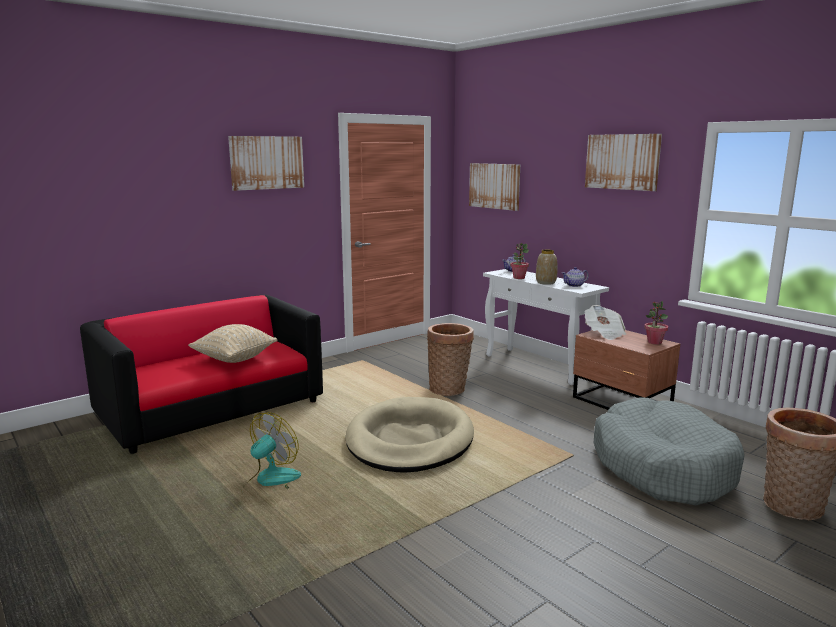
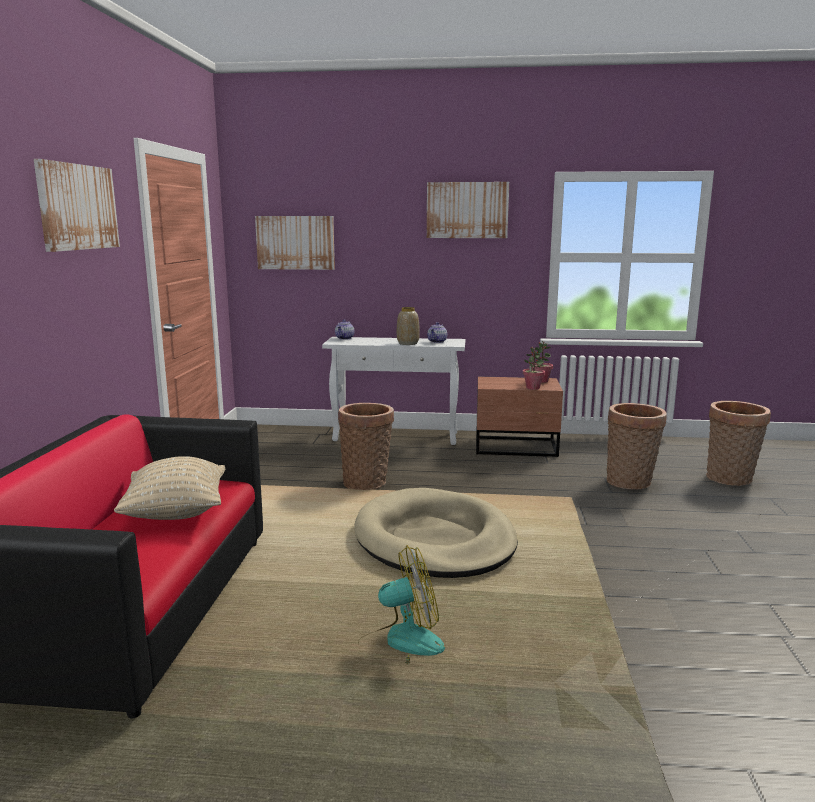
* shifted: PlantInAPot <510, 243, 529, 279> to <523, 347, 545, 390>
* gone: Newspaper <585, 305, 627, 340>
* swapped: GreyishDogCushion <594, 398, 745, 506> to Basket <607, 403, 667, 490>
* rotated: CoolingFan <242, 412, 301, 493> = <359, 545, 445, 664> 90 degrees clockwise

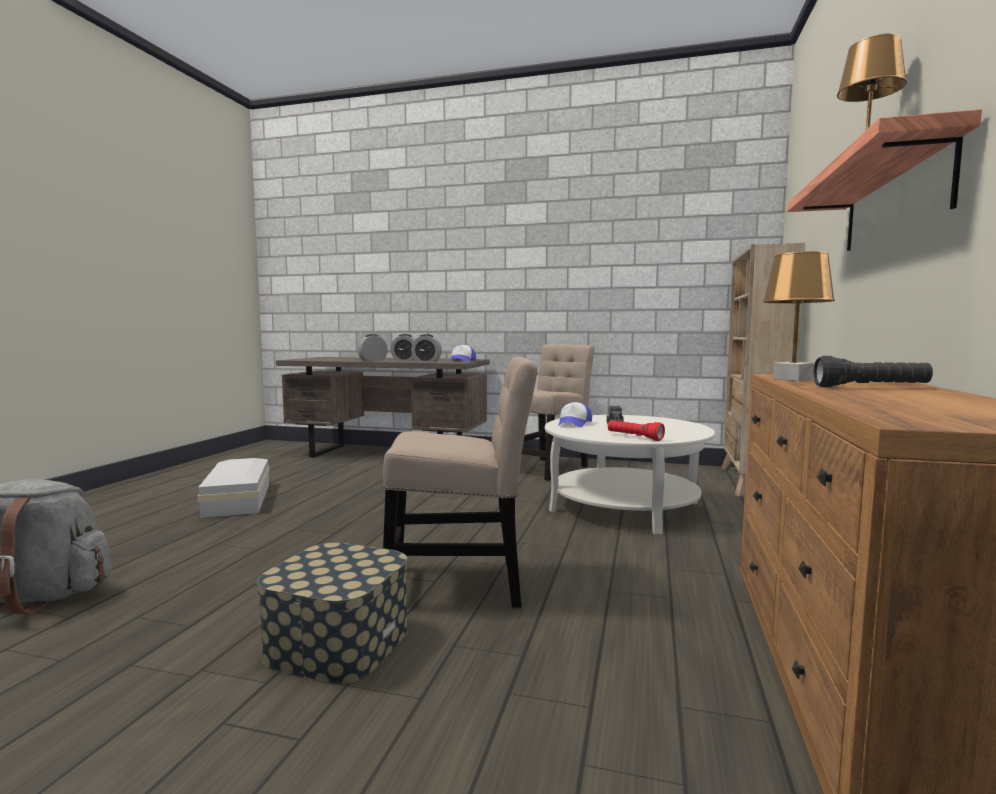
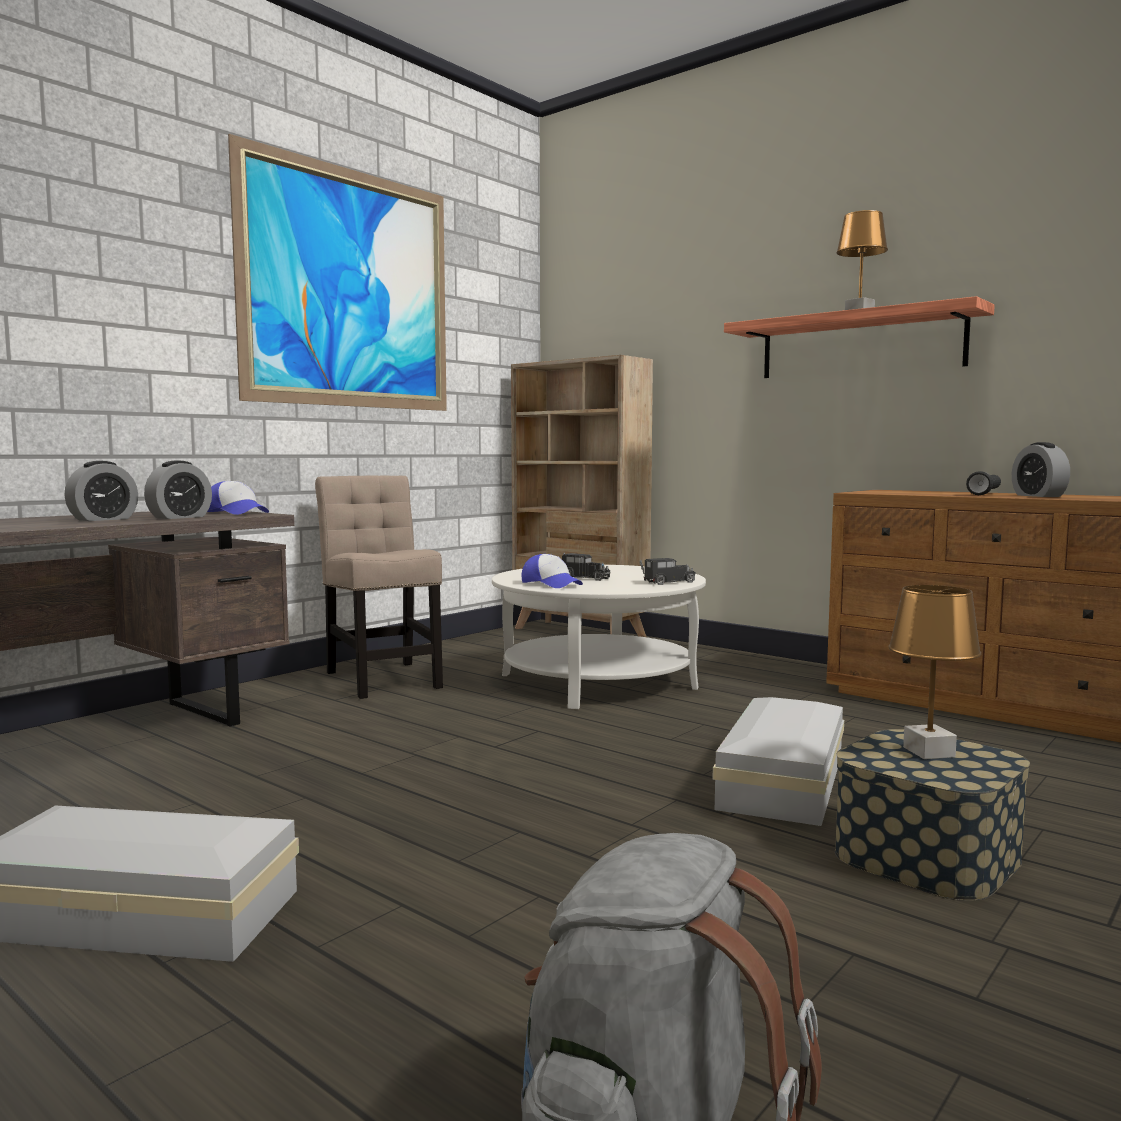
* shifted: BrownColouredTabletopLamp <763, 251, 835, 381> to <889, 585, 981, 759>
* shifted: AlarmClock <357, 334, 388, 361> to <1012, 442, 1070, 497>
* swapped: BeigePlainChair <383, 357, 538, 608> to WhitishStorageBin <712, 697, 844, 826>
* swapped: ReddishFlashlight <608, 420, 665, 441> to ToyLorry <639, 558, 696, 585>
* new: WallPicture <228, 134, 447, 411>

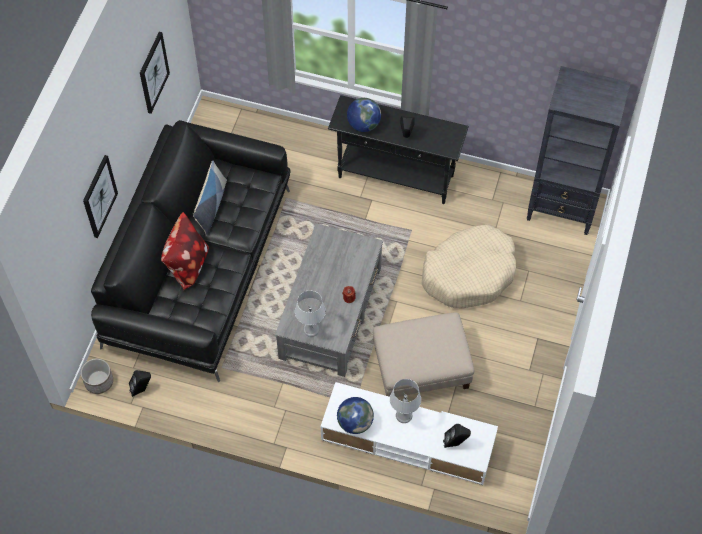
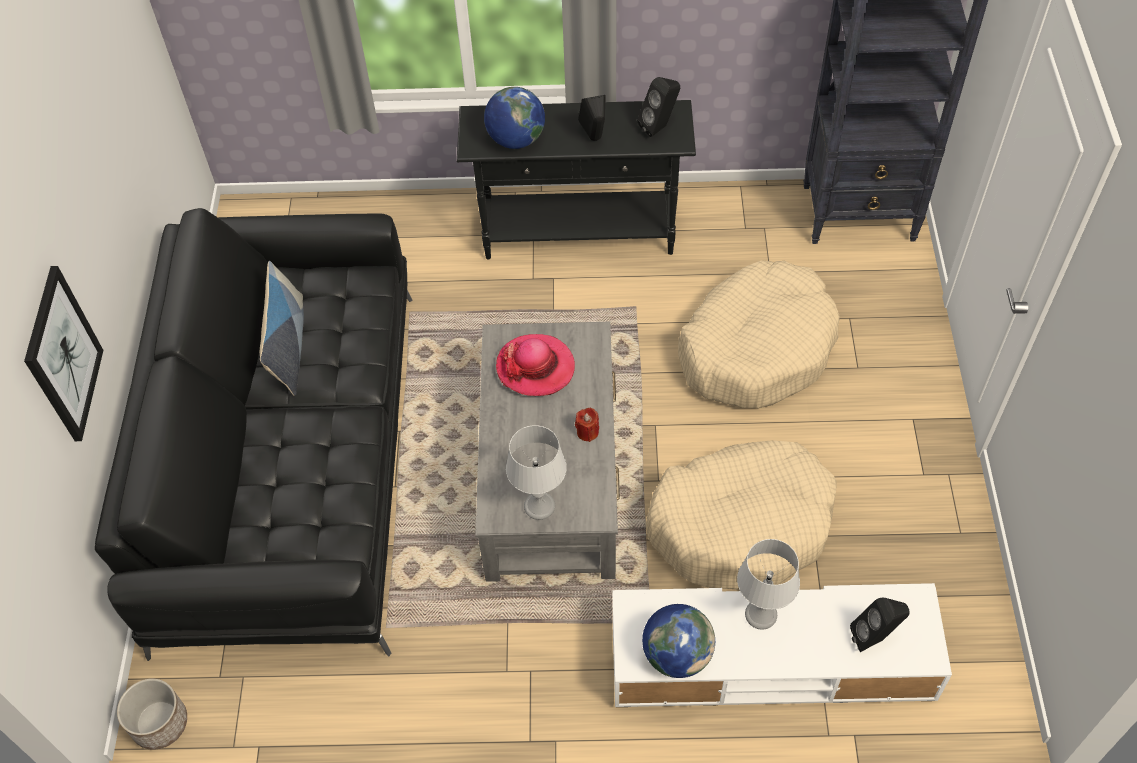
* gone: WallPicture <140, 32, 170, 114>
* gone: Pillow <161, 212, 209, 290>
* swapped: BeigeFootrest <373, 312, 474, 397> to BeigeDogCushion <645, 440, 837, 589>
* shifted: BlackSpeaker <129, 370, 151, 397> to <637, 77, 680, 137>
* new: Hat <496, 334, 575, 396>

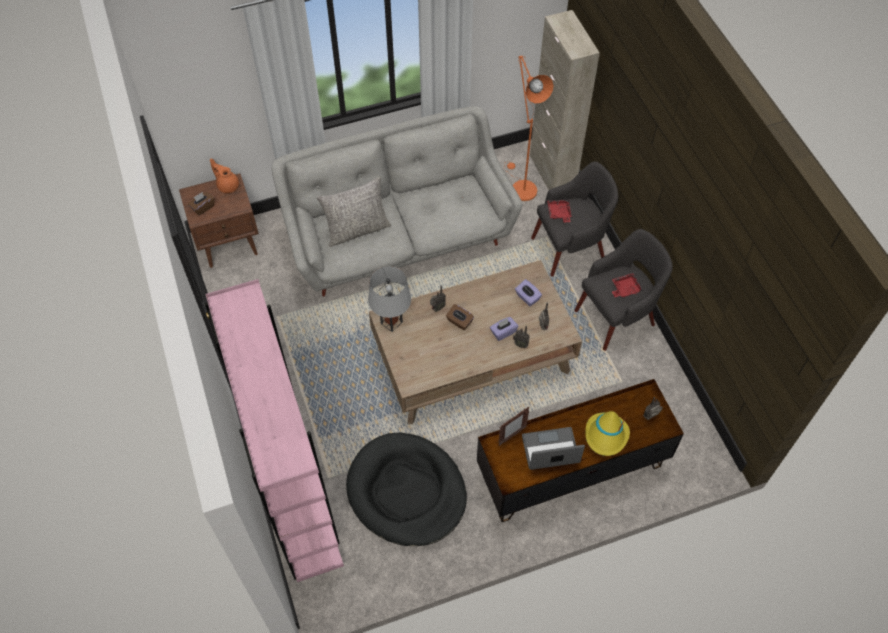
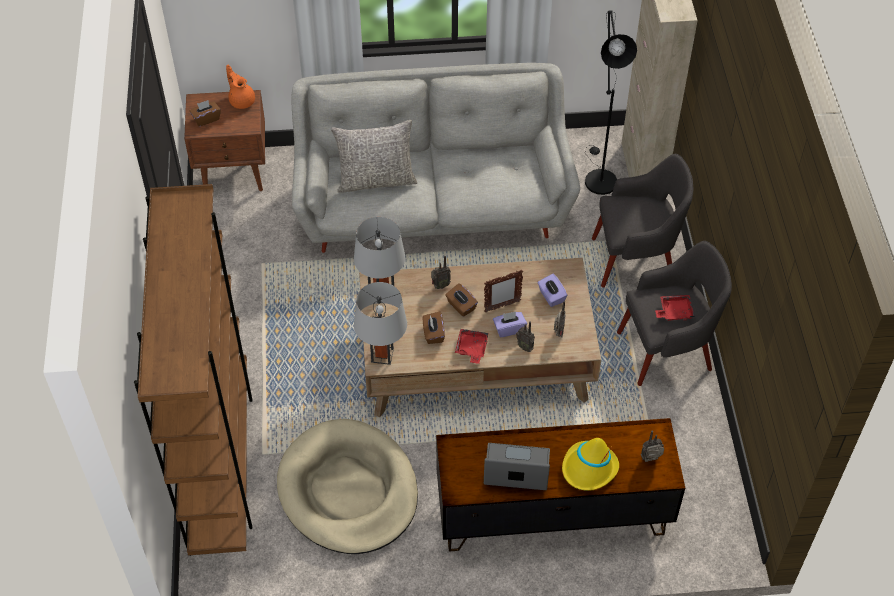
* repainted: OrangeColouredStandingLamp <504, 56, 554, 201> to BlackStandingLamp <585, 10, 637, 195>
* shifted: ReddishServingTray <547, 199, 572, 223> to <455, 329, 489, 364>
* repainted: PinkishShelvingUnit <205, 279, 344, 582> to BrownColouredShelvingUnit <134, 184, 253, 556>
* shifted: PictureFrame <498, 407, 530, 445> to <484, 270, 523, 312>
* repainted: BlackDogCushion <346, 433, 467, 546> to BeigeDogCushion <277, 419, 418, 554>
* new: GreyishTabletopLamp <354, 282, 407, 365>
* new: BrownColouredTissueHolder <423, 311, 445, 344>

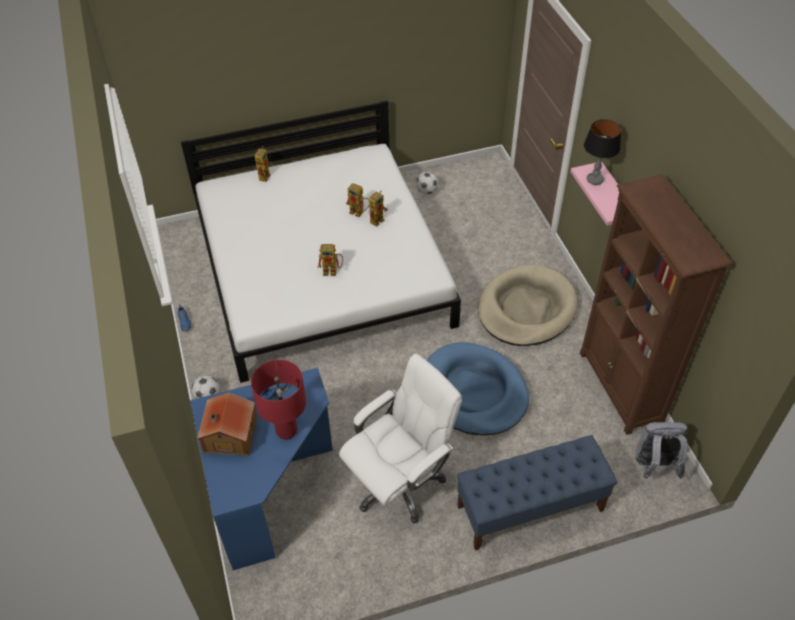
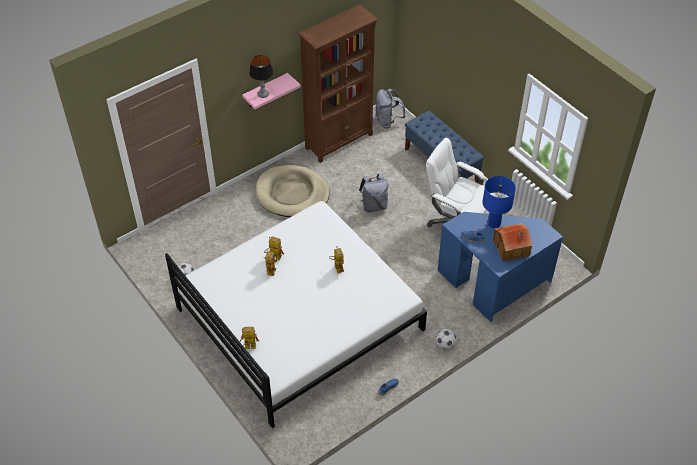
* swapped: BlueDogCushion <427, 342, 529, 435> to GreyishRucksack <359, 174, 388, 212>
* repainted: ReddishTabletopLamp <251, 360, 306, 440> to BlueTabletopLamp <483, 176, 516, 228>

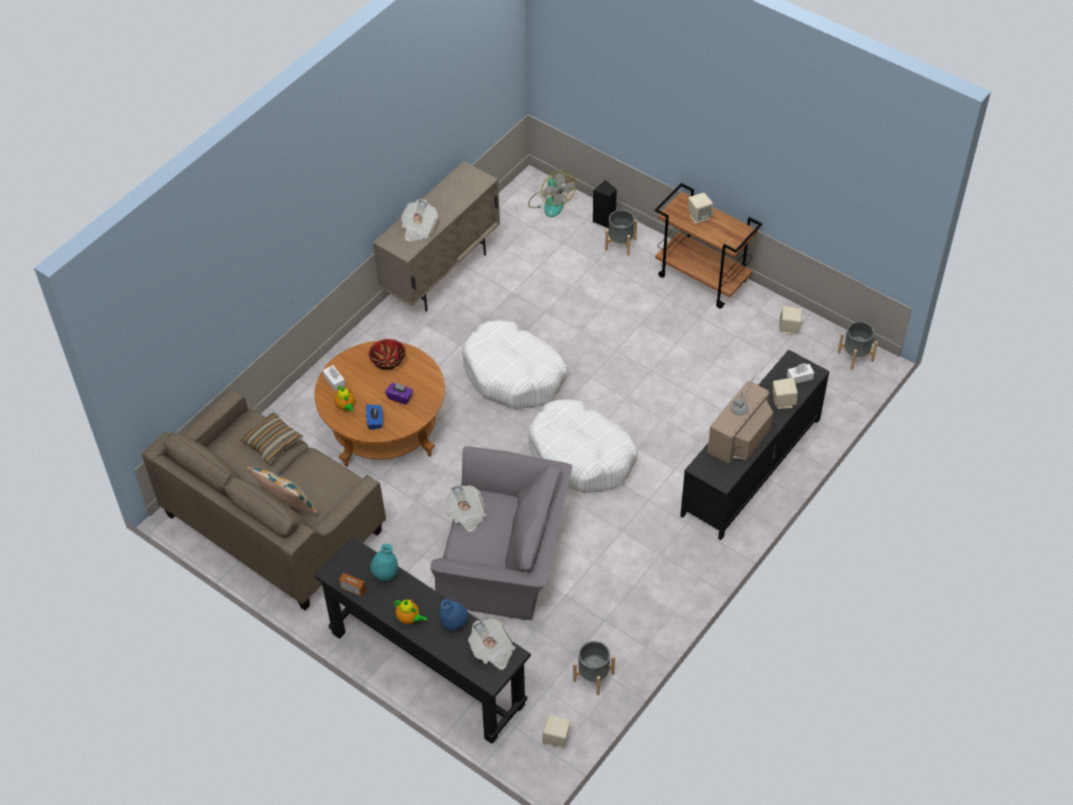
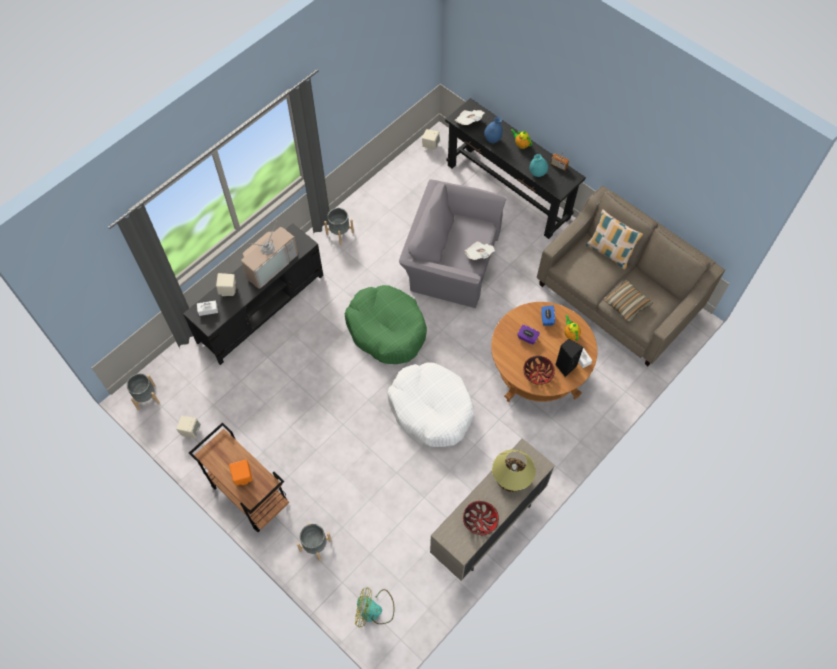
* rotated: CoolingFan <528, 172, 576, 217> = <355, 587, 394, 627> 60 degrees counterclockwise
* shifted: BlackSpeaker <593, 180, 617, 228> to <555, 339, 583, 377>
* repainted: BeigeSpeaker <688, 192, 713, 224> to OrangeColouredSpeaker <229, 460, 252, 486>
* swapped: Newspaper <401, 199, 438, 241> to TabletopLamp <492, 449, 536, 492>
* repainted: WhitishDogCushion <528, 399, 638, 493> to GreenDogCushion <345, 285, 427, 364>
* shifted: GreyishFlowerPot <573, 641, 615, 695> to <324, 208, 354, 245>
* new: Bowl <463, 501, 499, 535>

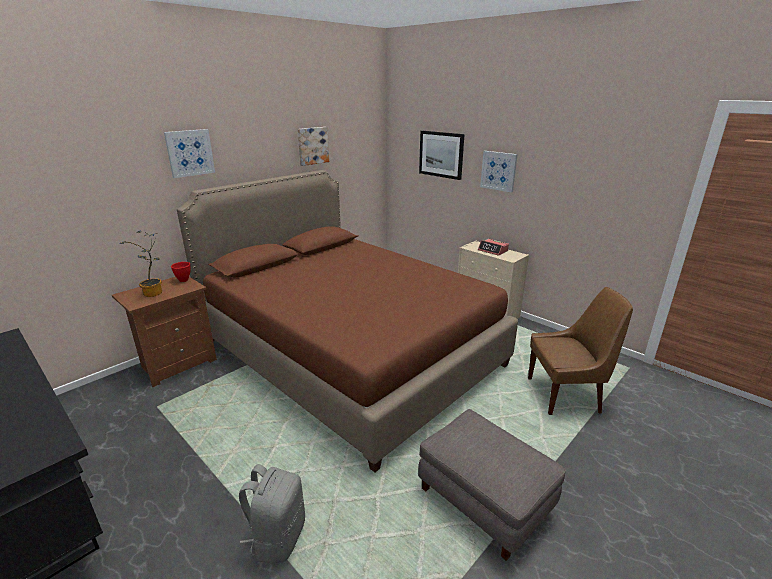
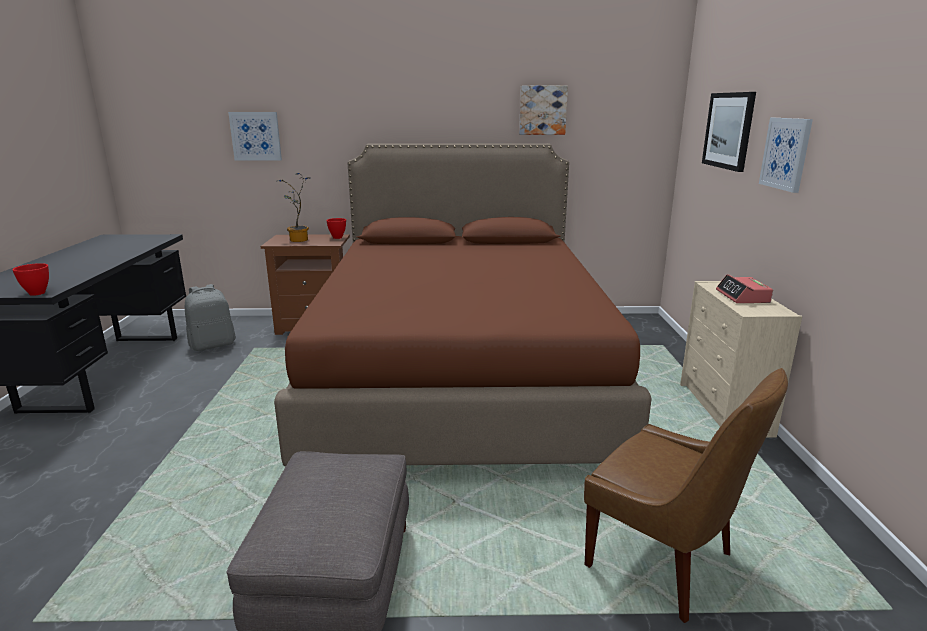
* shifted: WallPicture <164, 129, 215, 178> to <228, 112, 282, 161>
* shifted: GreyishRucksack <239, 464, 305, 564> to <185, 284, 236, 351>
* new: ReddishBowl <12, 263, 49, 296>

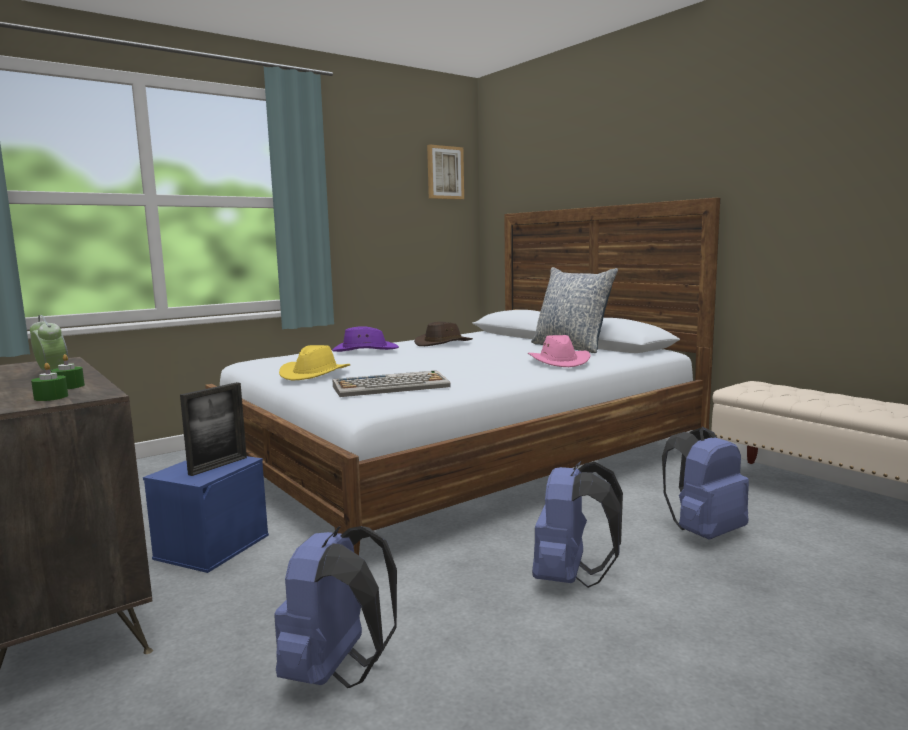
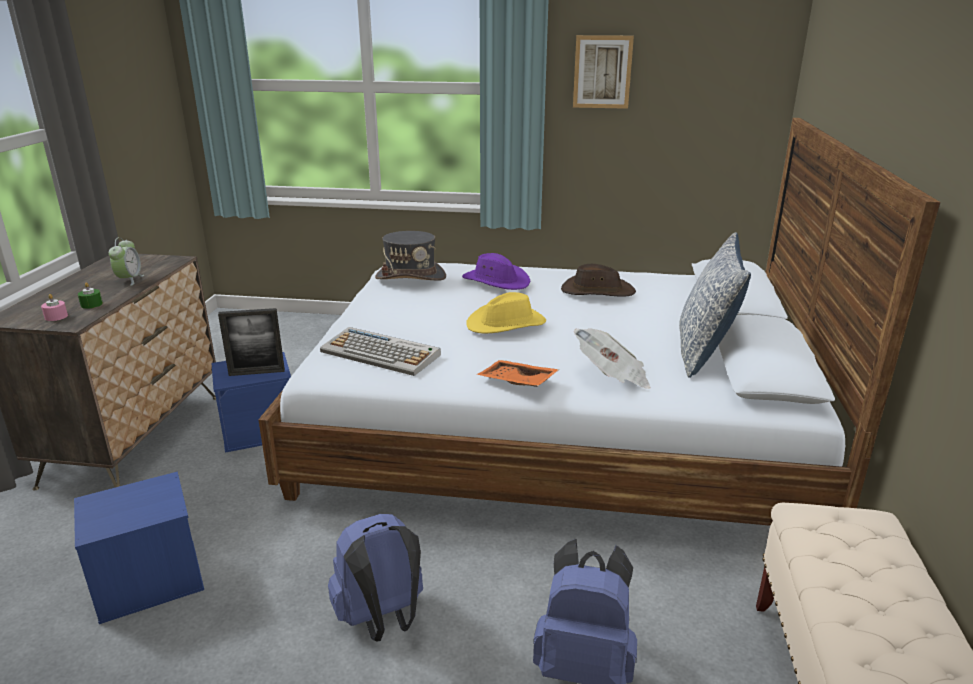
* shifted: WallPicture <427, 144, 464, 199> to <573, 35, 634, 109>
* swapped: PinkishHat <528, 335, 591, 367> to Newspaper <574, 328, 651, 389>
* shifted: YellowishHat <279, 345, 351, 381> to <466, 292, 546, 334>
* repainted: GreenWaxLight <31, 363, 68, 401> to PinkishWaxLight <41, 294, 68, 321>
* swapped: BlueRucksack <274, 526, 397, 688> to BlueStorageBin <74, 471, 204, 624>
* new: GreyishHat <375, 231, 446, 281>
* new: OrangeColouredServingTray <476, 360, 560, 387>

